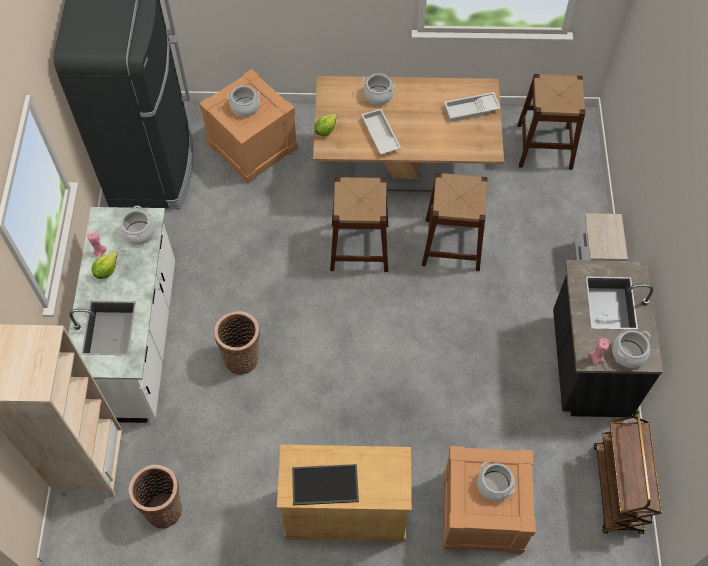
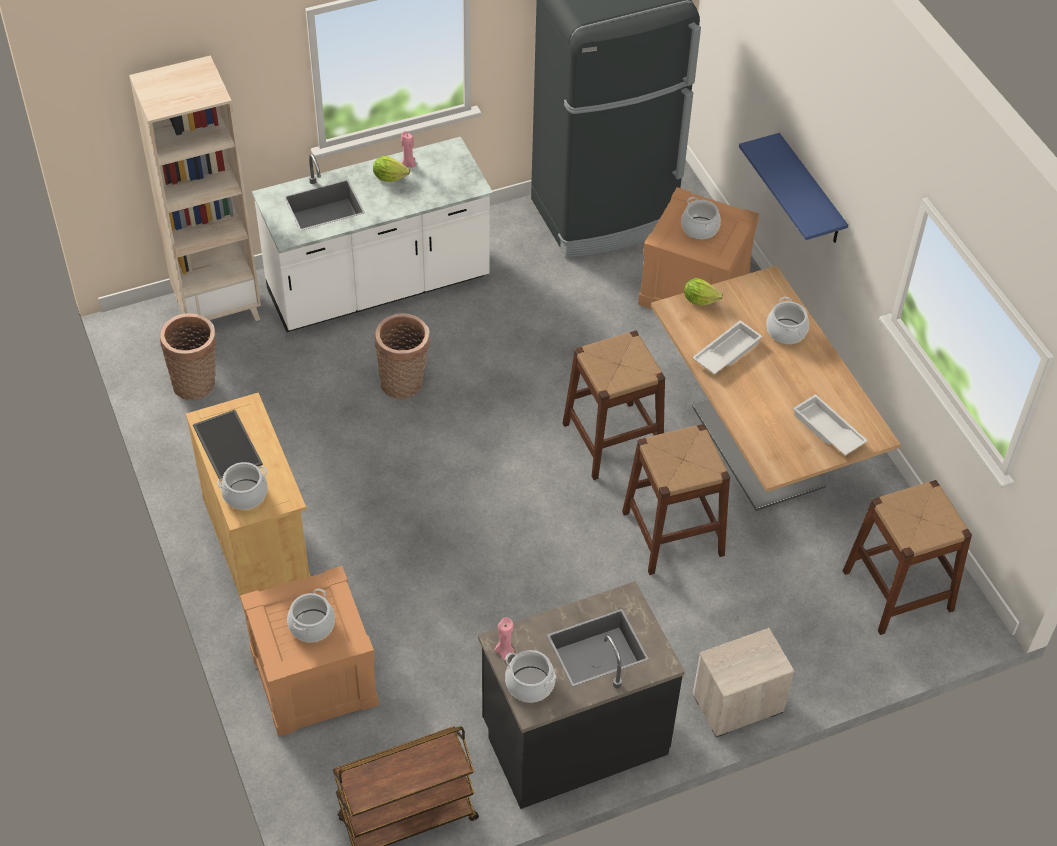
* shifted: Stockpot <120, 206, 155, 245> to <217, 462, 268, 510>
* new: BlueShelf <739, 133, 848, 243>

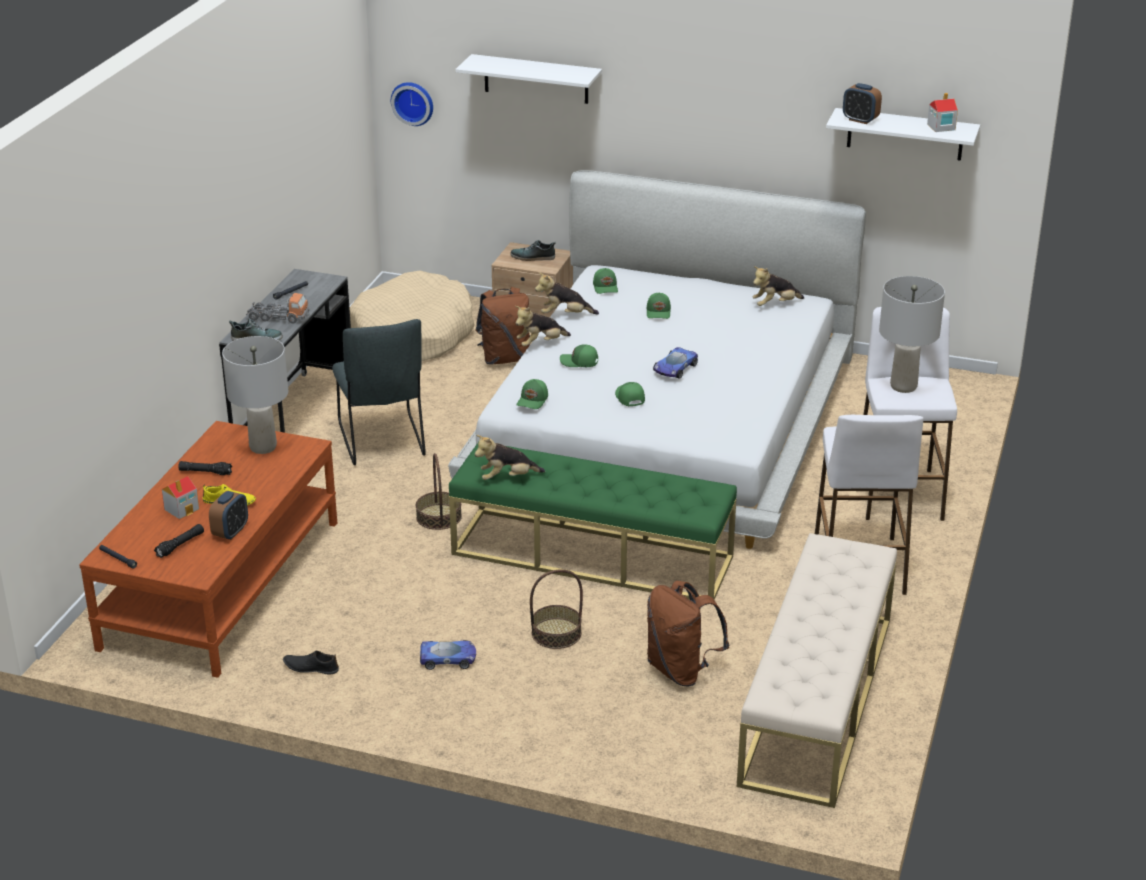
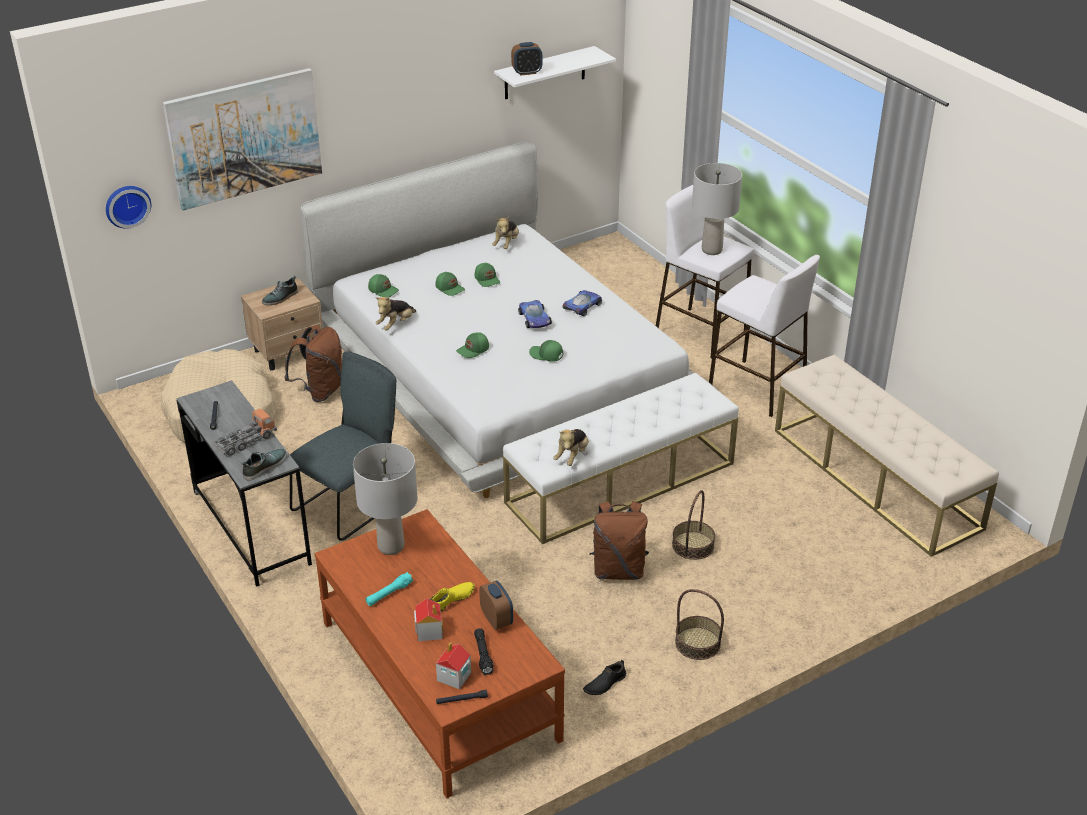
* swapped: WhitishShelf <455, 54, 602, 104> to WallPicture <163, 68, 322, 210>
* shifted: MiniatureHouse <927, 93, 958, 132> to <436, 642, 472, 689>
* gone: SoftToy <515, 306, 571, 347>
* rotated: GreyishPlainChair <332, 319, 426, 465> = <290, 351, 396, 541> 75 degrees counterclockwise
* shifted: GreenPeakedCap <517, 379, 548, 409> to <475, 263, 500, 287>
* repainted: GreenLongSeat <449, 443, 737, 600> to WhitishLongSeat <503, 373, 739, 544>
* shifted: Basket <416, 453, 462, 530> to <675, 589, 724, 660>
* repainted: BlackFlashlight <178, 461, 232, 475> to BlueGreenFlashlight <365, 572, 413, 606>
* shifted: BrownColouredRucksack <647, 581, 730, 686> to <589, 501, 649, 580>
* shifted: MiniatureCar <420, 640, 476, 670> to <562, 290, 602, 316>

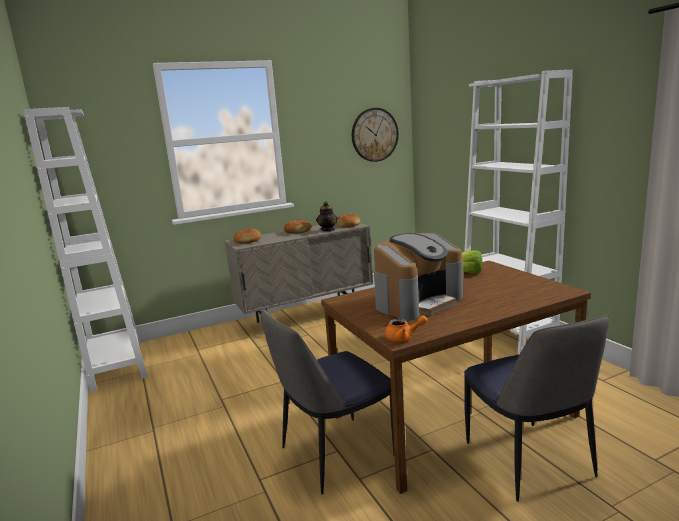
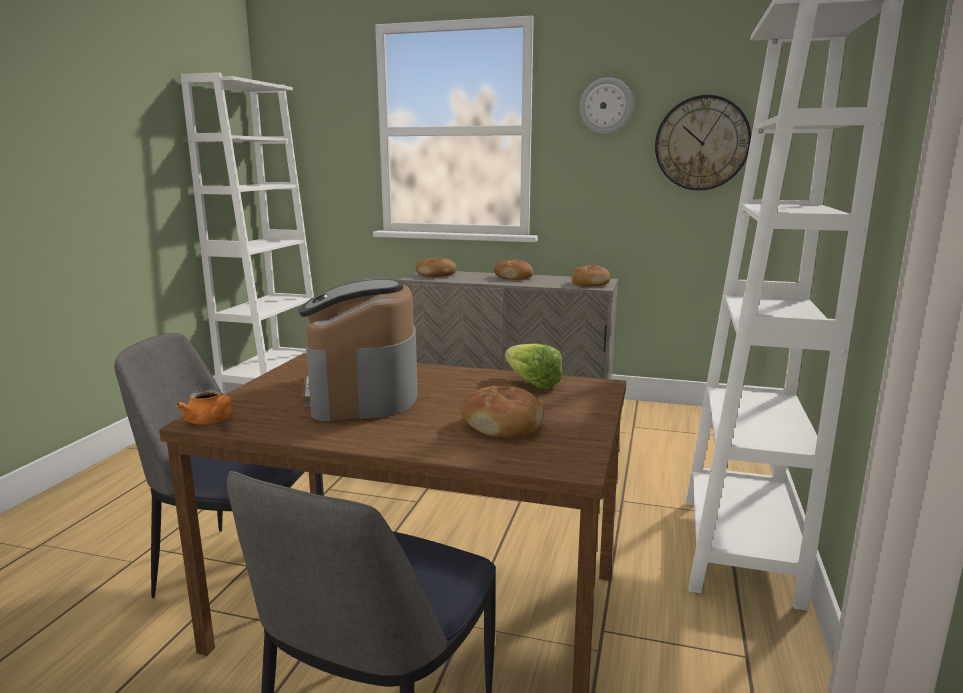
* gone: PotForTea <316, 201, 338, 231>
* rotated: CoffeeBrewer <374, 232, 463, 320> = <298, 278, 417, 421> 75 degrees clockwise
* new: WallClock <579, 77, 633, 134>
* new: Bread <461, 386, 543, 438>

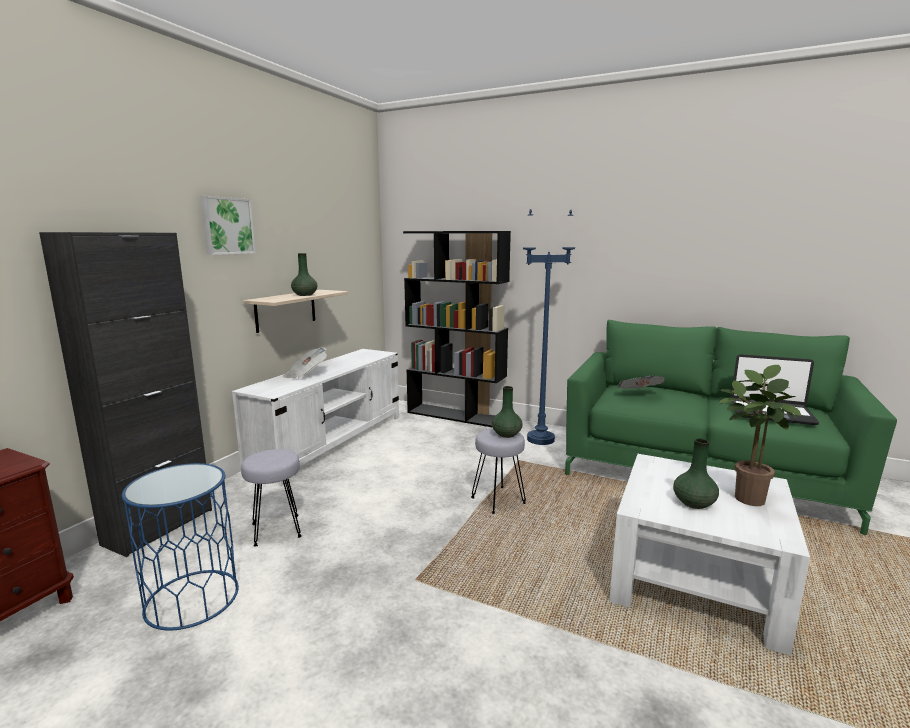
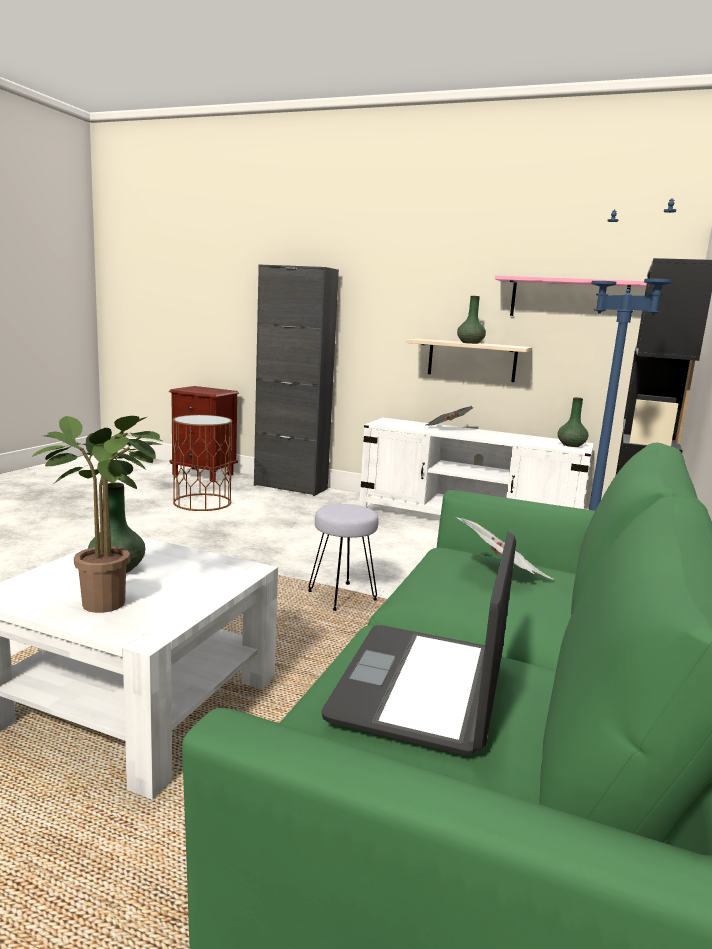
* gone: WallPicture <200, 196, 256, 255>
* shifted: GreenVase <492, 386, 523, 438> to <558, 397, 589, 447>
* gone: GreyishStool <241, 449, 302, 547>
* repainted: BlueAccentTable <122, 463, 239, 631> to BrownColouredAccentTable <173, 415, 233, 511>
* new: PinkishShelf <495, 275, 647, 316>

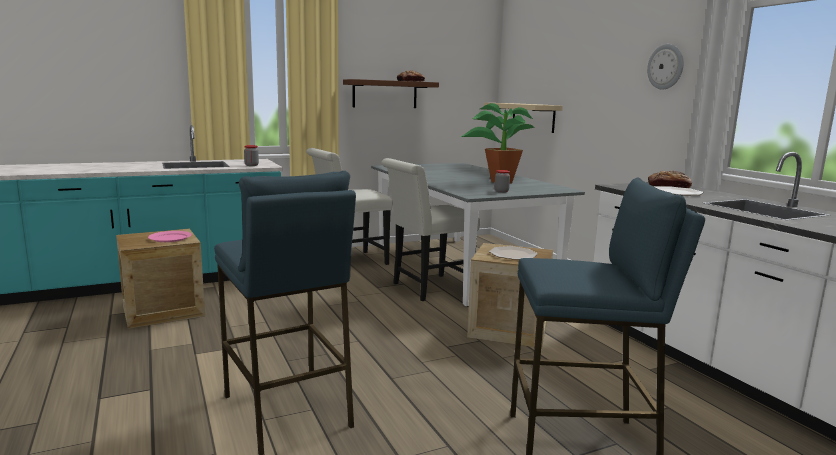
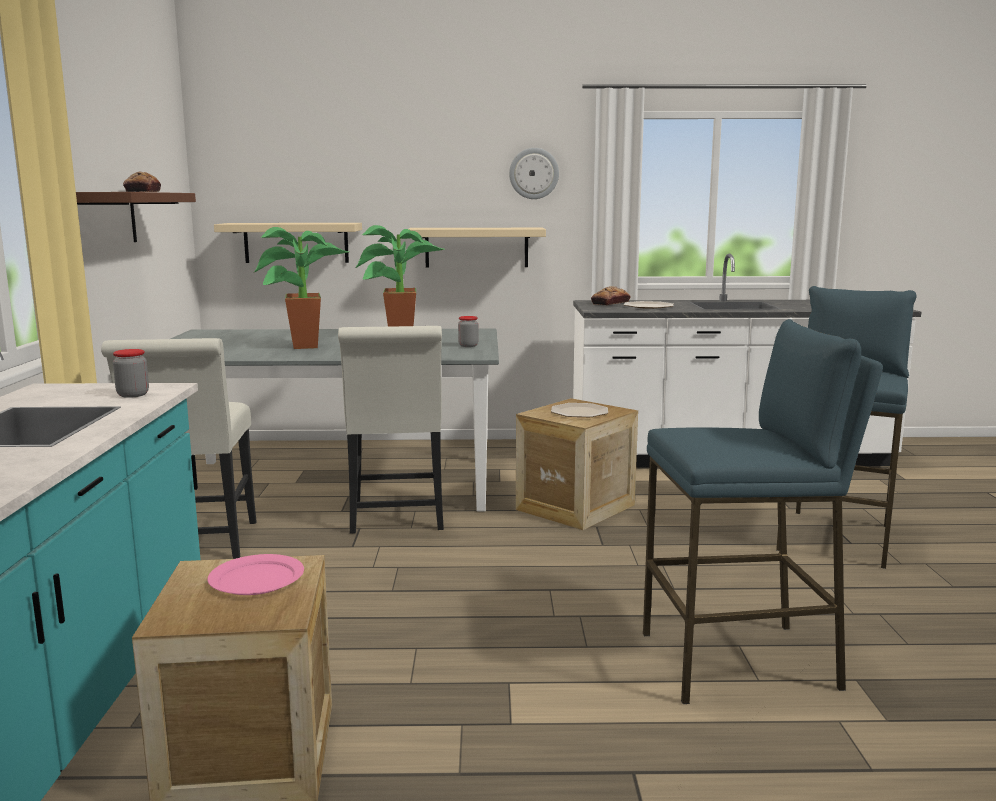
* new: PlantInAPot <253, 227, 350, 349>
* new: BeigeShelf <409, 228, 546, 268>

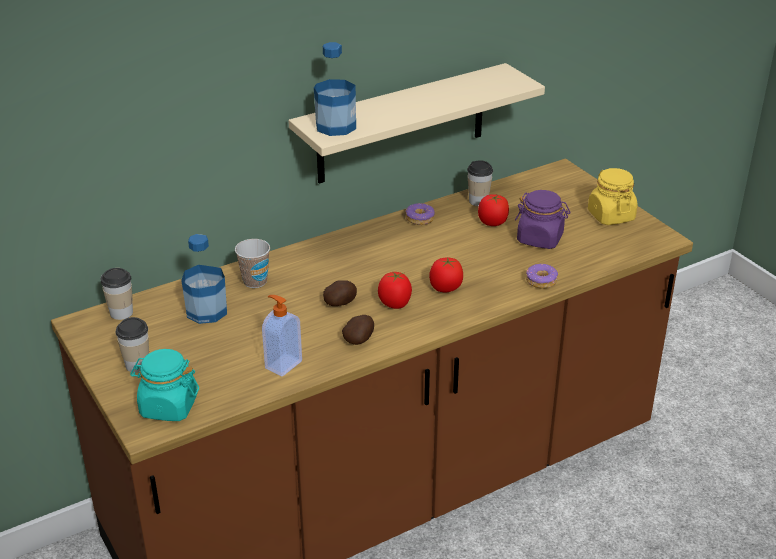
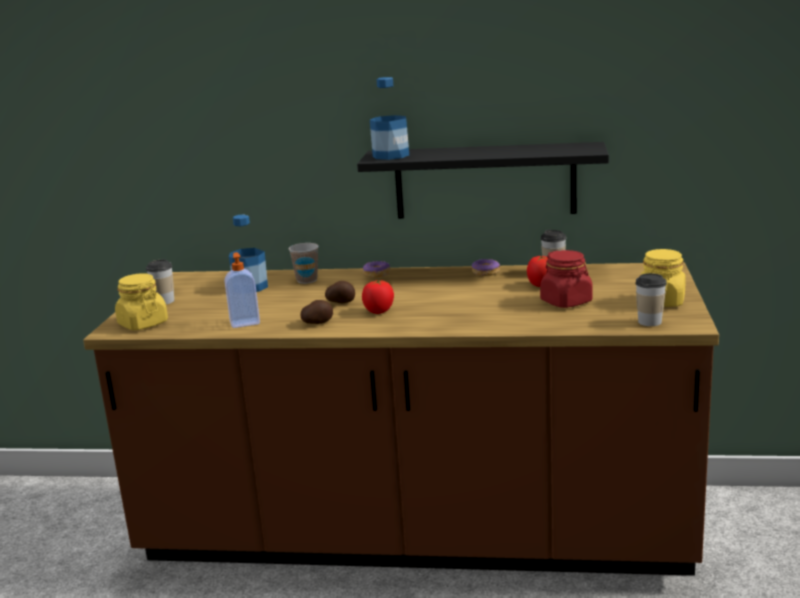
* repainted: BeigeShelf <288, 63, 545, 184> to BlackShelf <357, 142, 609, 219>
* repainted: PurpleStorageJar <515, 190, 571, 249> to ReddishStorageJar <540, 250, 593, 308>
* gone: WholeTomato <429, 257, 463, 292>
* shifted: RingDoughnut <526, 264, 558, 289> to <363, 261, 390, 278>
* shifted: DrinkingCup <100, 268, 133, 320> to <635, 273, 667, 326>
* repainted: BlueGreenStorageJar <130, 349, 199, 421> to YellowishStorageJar <115, 273, 168, 330>

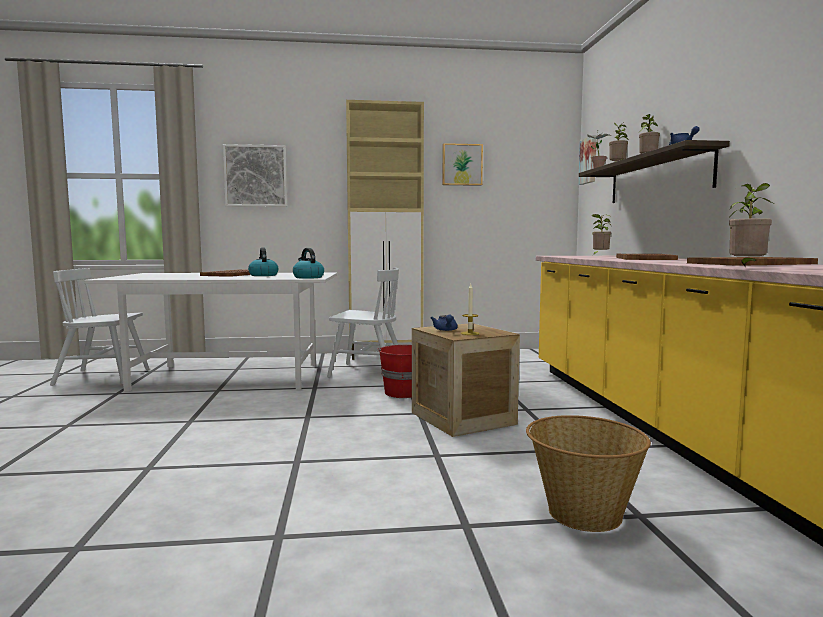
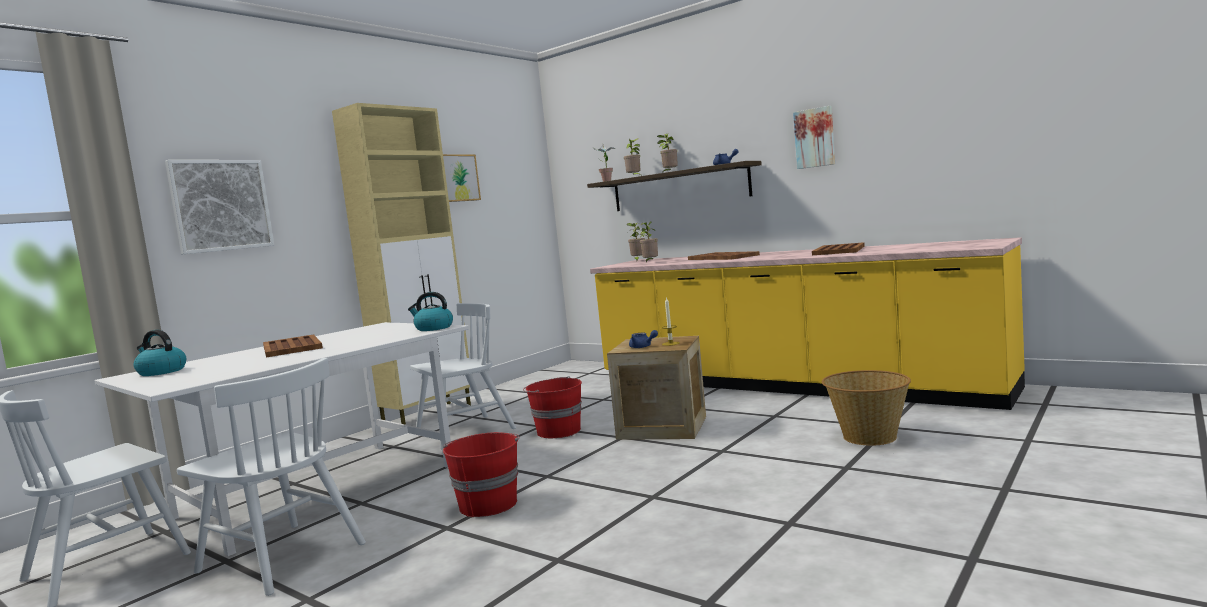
* shifted: WallPicture <578, 135, 597, 185> to <793, 106, 835, 169>
* shifted: PlantInAPot <729, 183, 773, 266> to <639, 221, 658, 262>
* shifted: Kettle <248, 248, 279, 276> to <134, 330, 186, 376>
* new: WhitishPlainChair <177, 358, 366, 596>
* new: ReddishPail <443, 432, 520, 517>

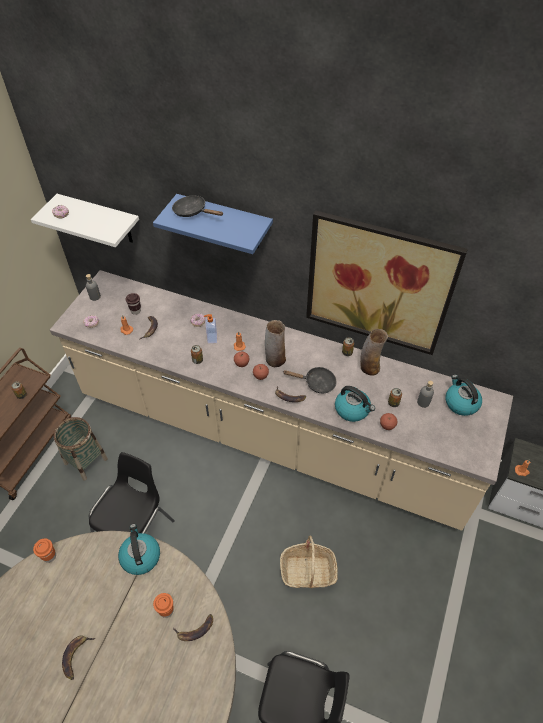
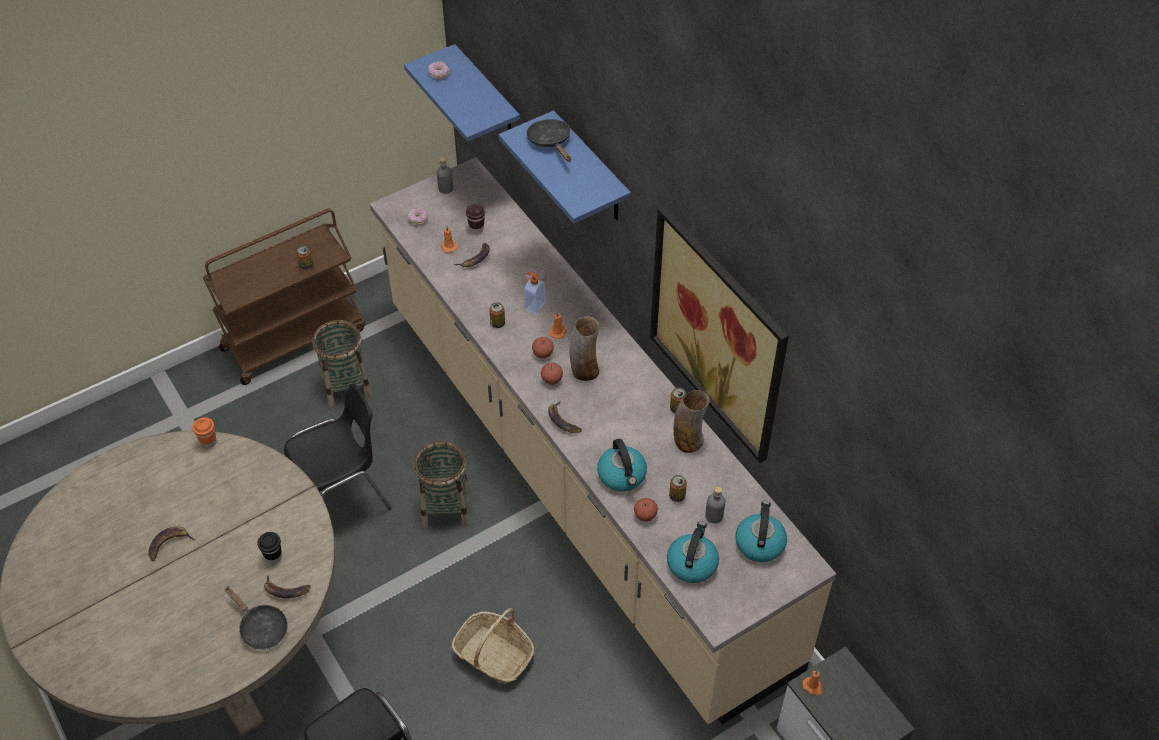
* repainted: WhitishShelf <31, 194, 139, 247> to BlueShelf <404, 44, 520, 142>
* shifted: BlackPan <283, 367, 336, 393> to <225, 586, 288, 650>
* shifted: Kettle <118, 524, 160, 575> to <667, 521, 719, 583>
* repainted: OrangeColouredDrinkingCup <153, 593, 174, 618> to BlackDrinkingCup <257, 532, 282, 564>
* new: Basket <414, 441, 469, 528>

